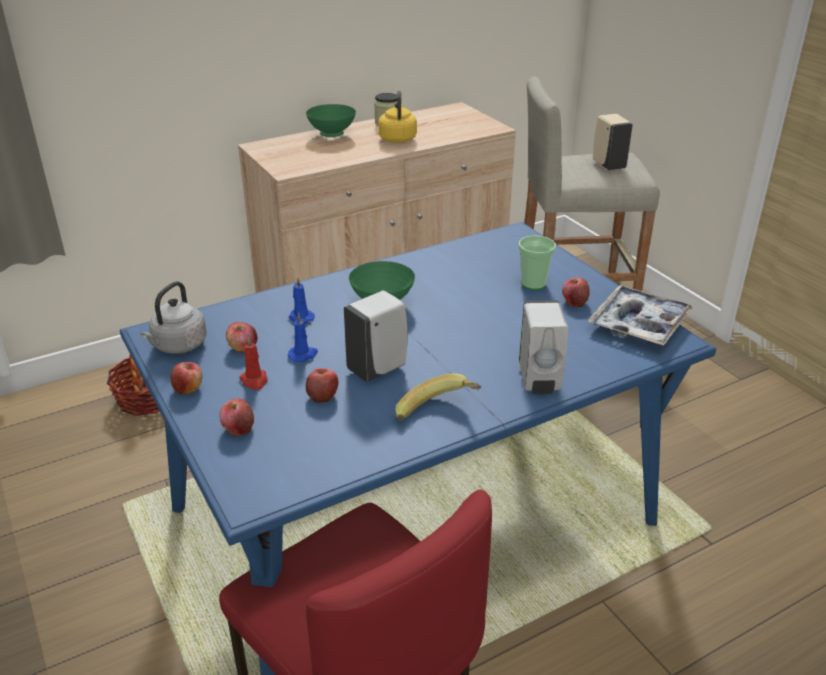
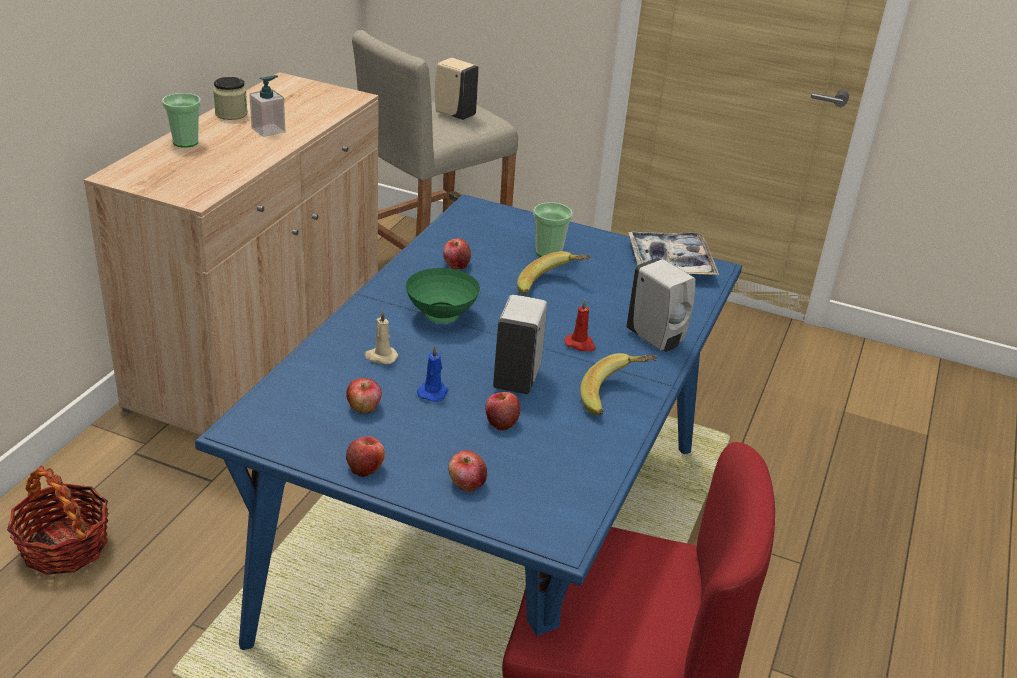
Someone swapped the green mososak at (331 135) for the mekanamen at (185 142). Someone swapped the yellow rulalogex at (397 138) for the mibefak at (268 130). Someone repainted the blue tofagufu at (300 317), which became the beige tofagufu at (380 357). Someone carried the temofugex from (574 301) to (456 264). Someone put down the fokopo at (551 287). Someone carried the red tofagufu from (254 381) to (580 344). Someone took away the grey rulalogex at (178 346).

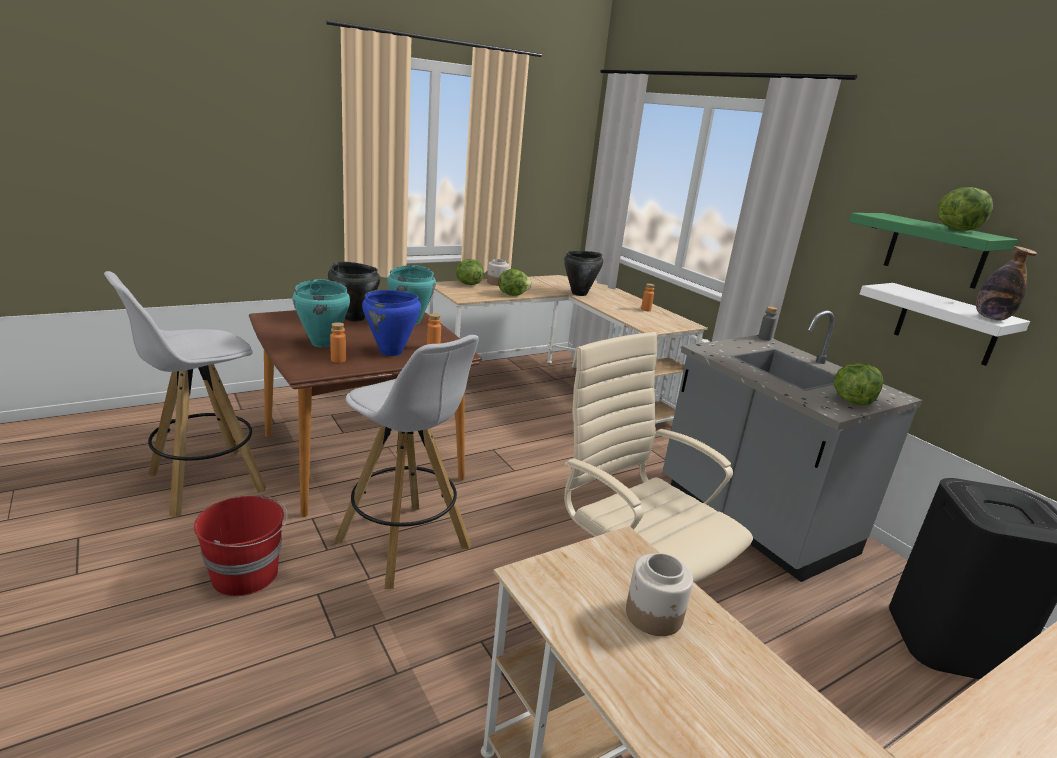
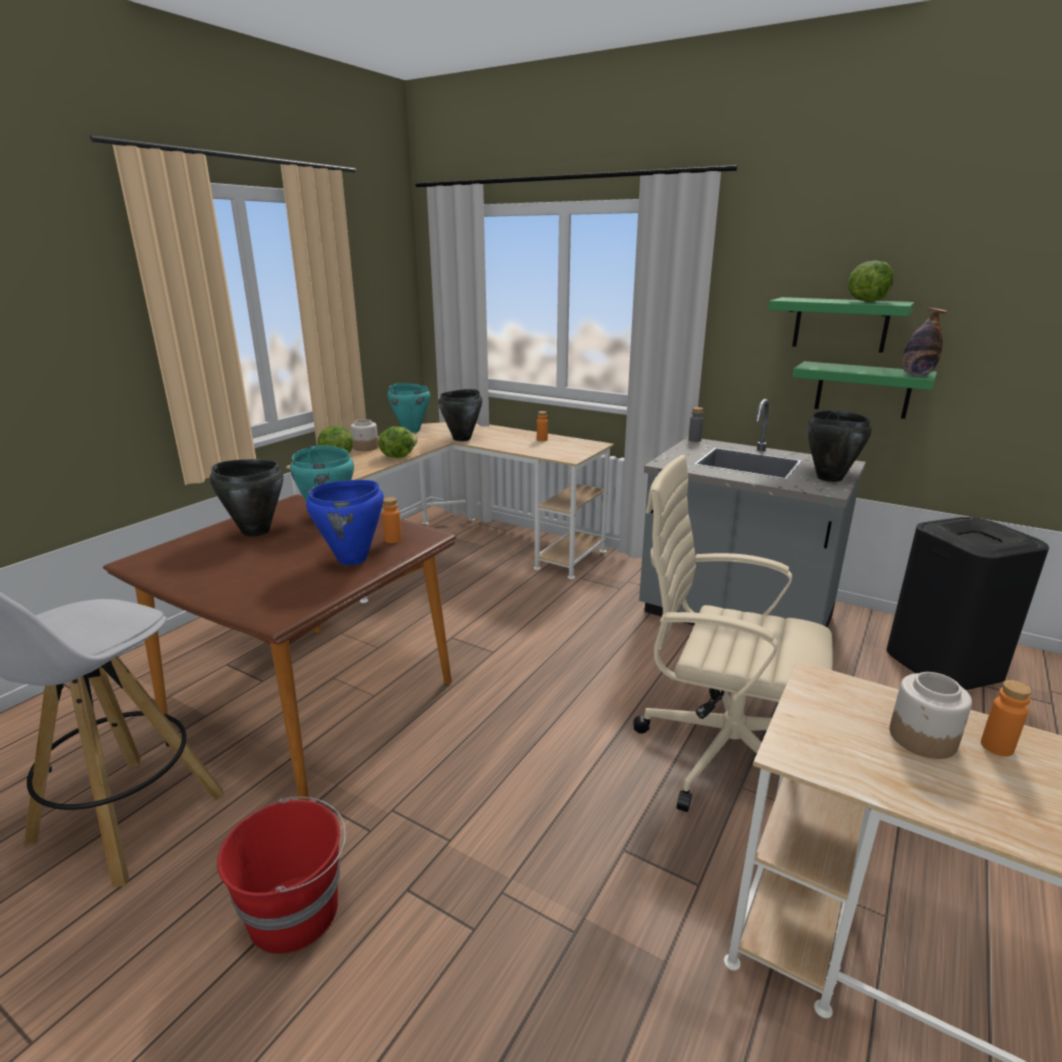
Someone carried the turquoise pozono from (323 343) to (411 430). Someone repainted the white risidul at (947 325), which became the green risidul at (863 390). Someone swapped the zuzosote at (852 401) for the black pozono at (829 478). Someone carried the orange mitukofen from (338 360) to (996 747). Someone took away the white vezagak at (405 545).

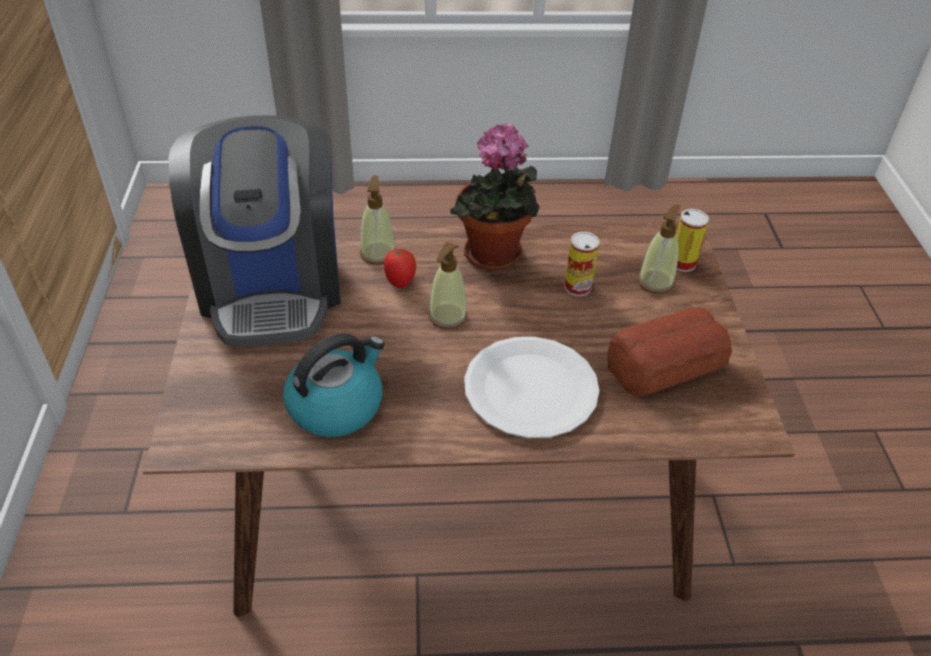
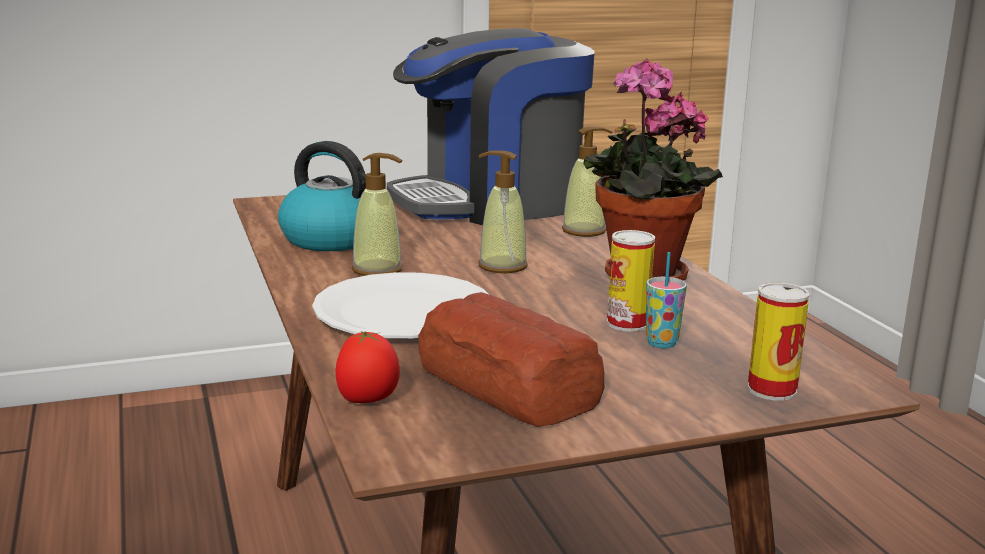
Someone carried the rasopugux from (400 282) to (368 400). Someone carried the mibefak from (655 282) to (377 270). Someone put down the mekanamen at (661 343).

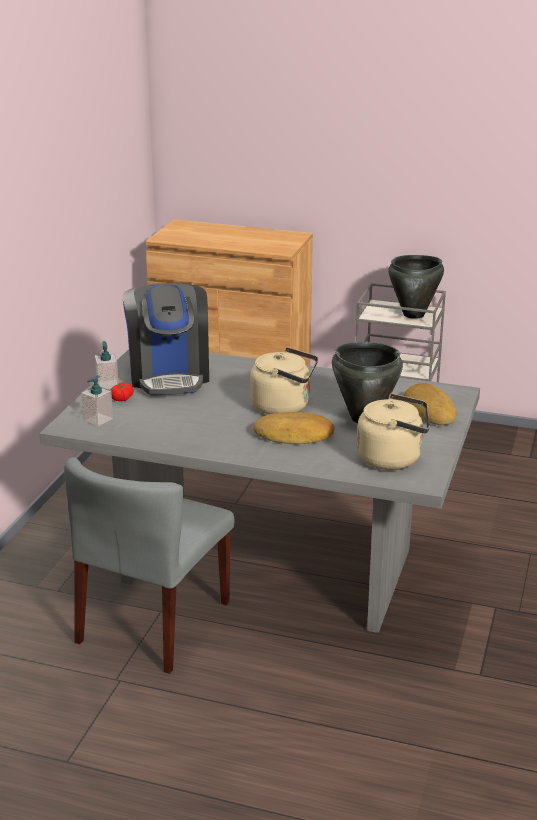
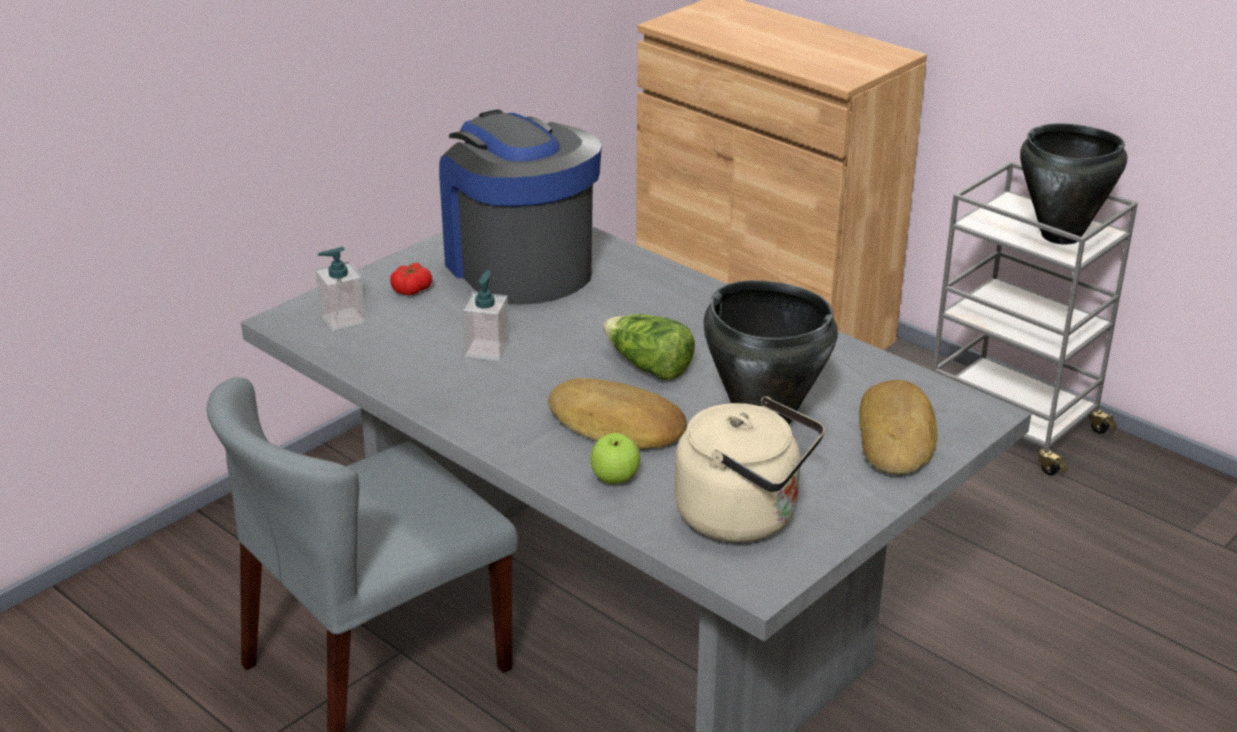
Someone rotated the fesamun at (169 375) by 135 degrees clockwise. Someone carried the mibefak from (107 385) to (487 349). Someone put down the temofugex at (615 479). Someone swapped the beige rulalogex at (284 407) for the zuzosote at (648 367).

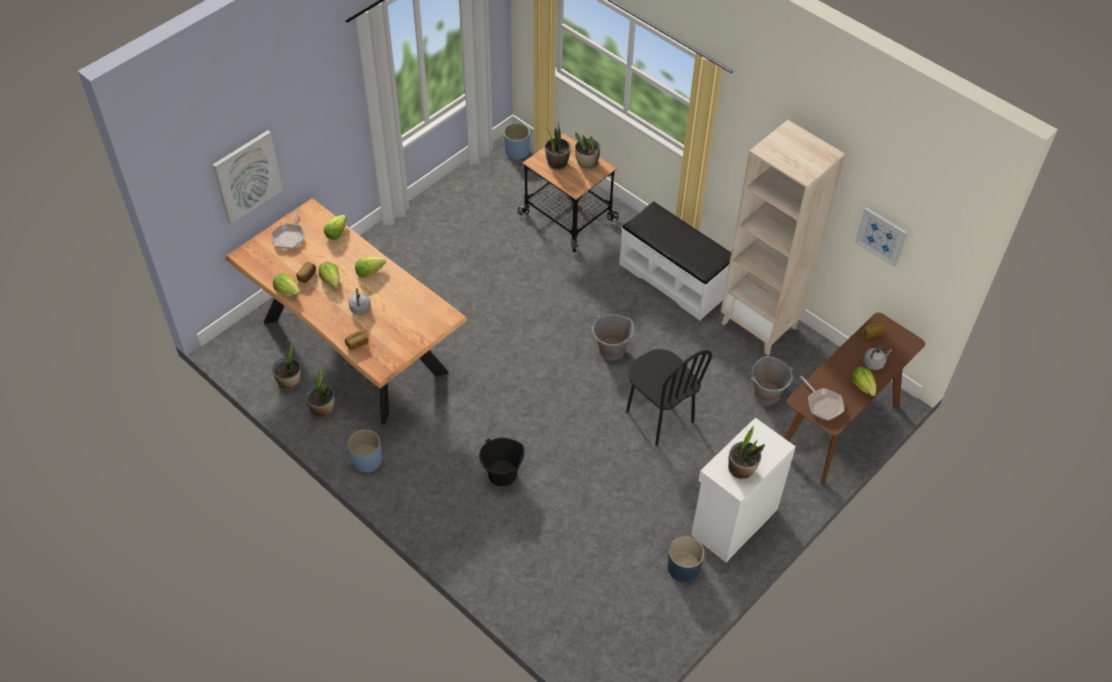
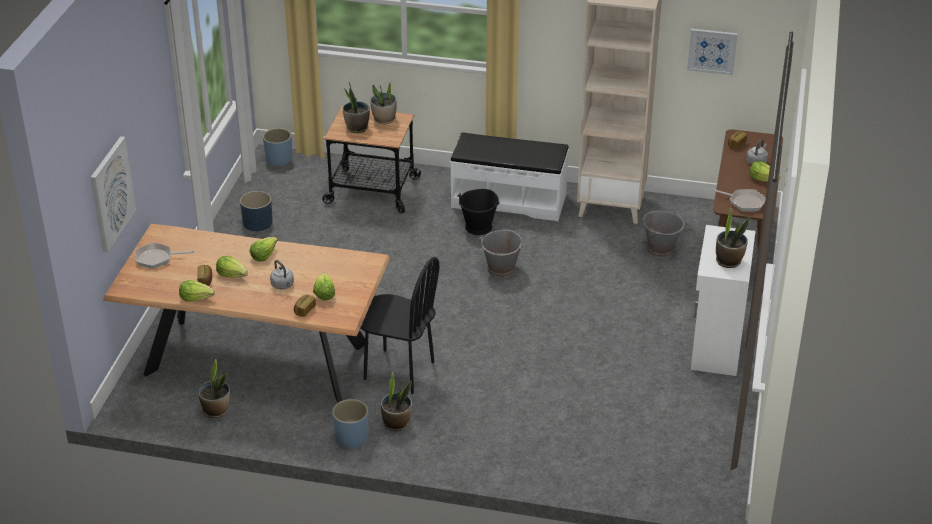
Someone rotated the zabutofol at (289 236) by 105 degrees clockwise. Someone carried the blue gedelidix from (683 566) to (257 222). Someone carried the zuzosote from (336 232) to (324 293). Someone carried the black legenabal from (659 417) to (398 371). Someone carried the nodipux from (322 409) to (396 423). Someone carried the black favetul from (502 474) to (479 227).

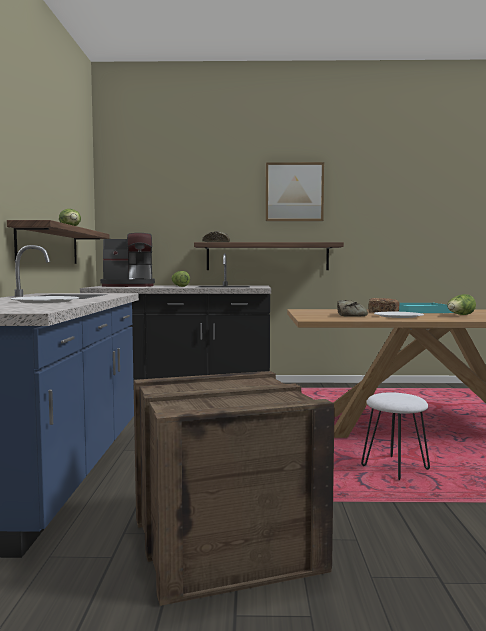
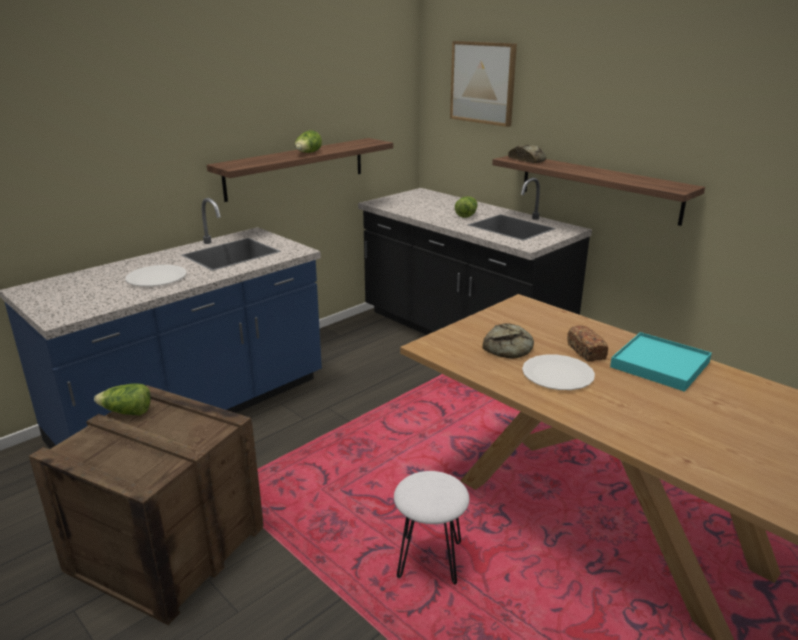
Someone carried the zuzosote from (460 315) to (127 412). Someone carried the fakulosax from (294 192) to (483 83). Someone took away the fesamun at (128 286).

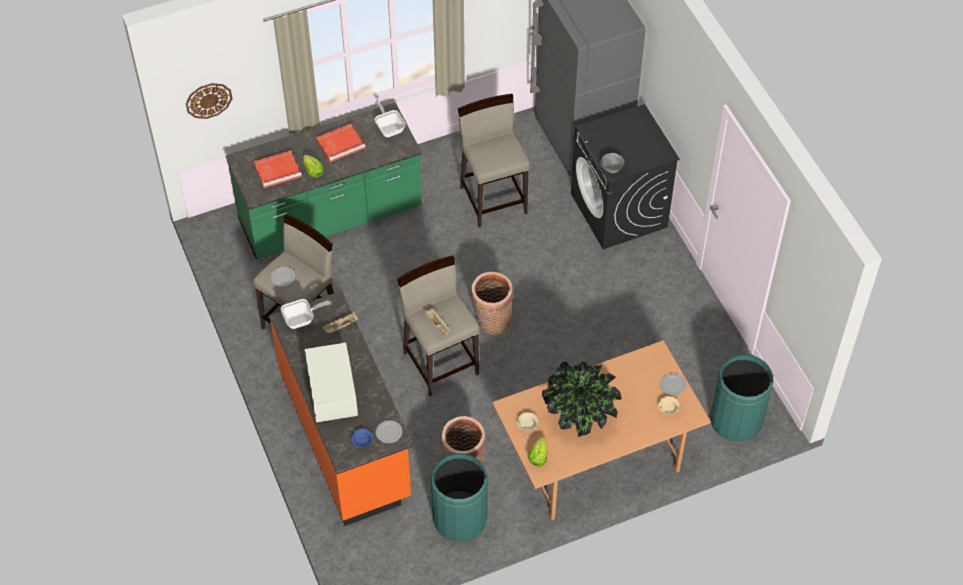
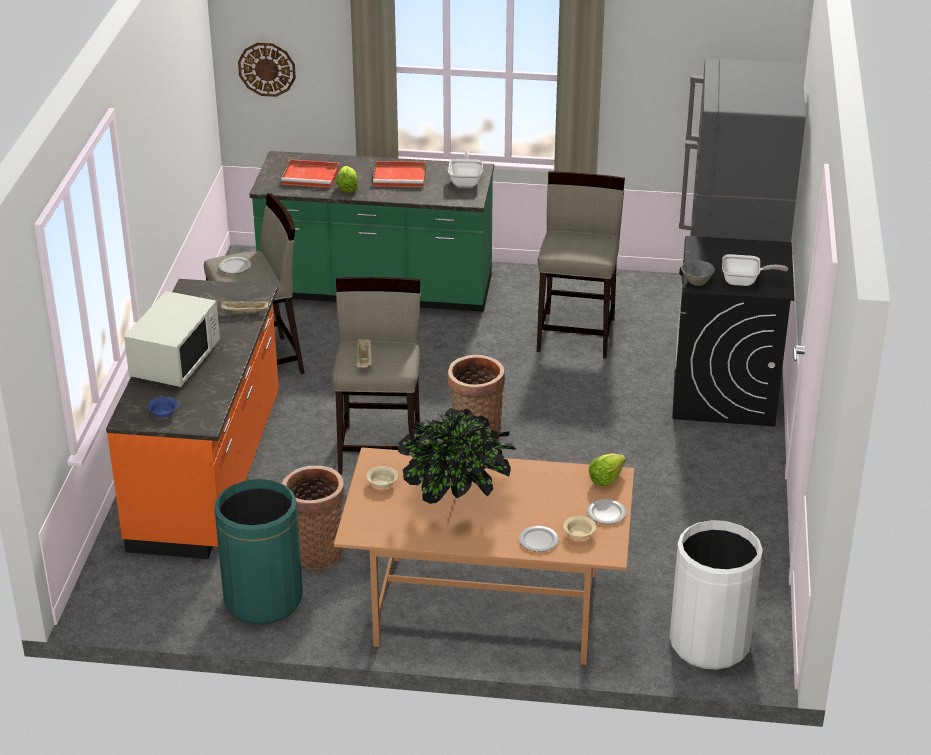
Someone carried the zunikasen from (389 432) to (539 541). Someone carried the zuzosote from (538 457) to (606 479). Someone repainted the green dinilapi at (735 420), which became the white dinilapi at (709 643). Someone carried the zabutofol from (302 320) to (744 281).

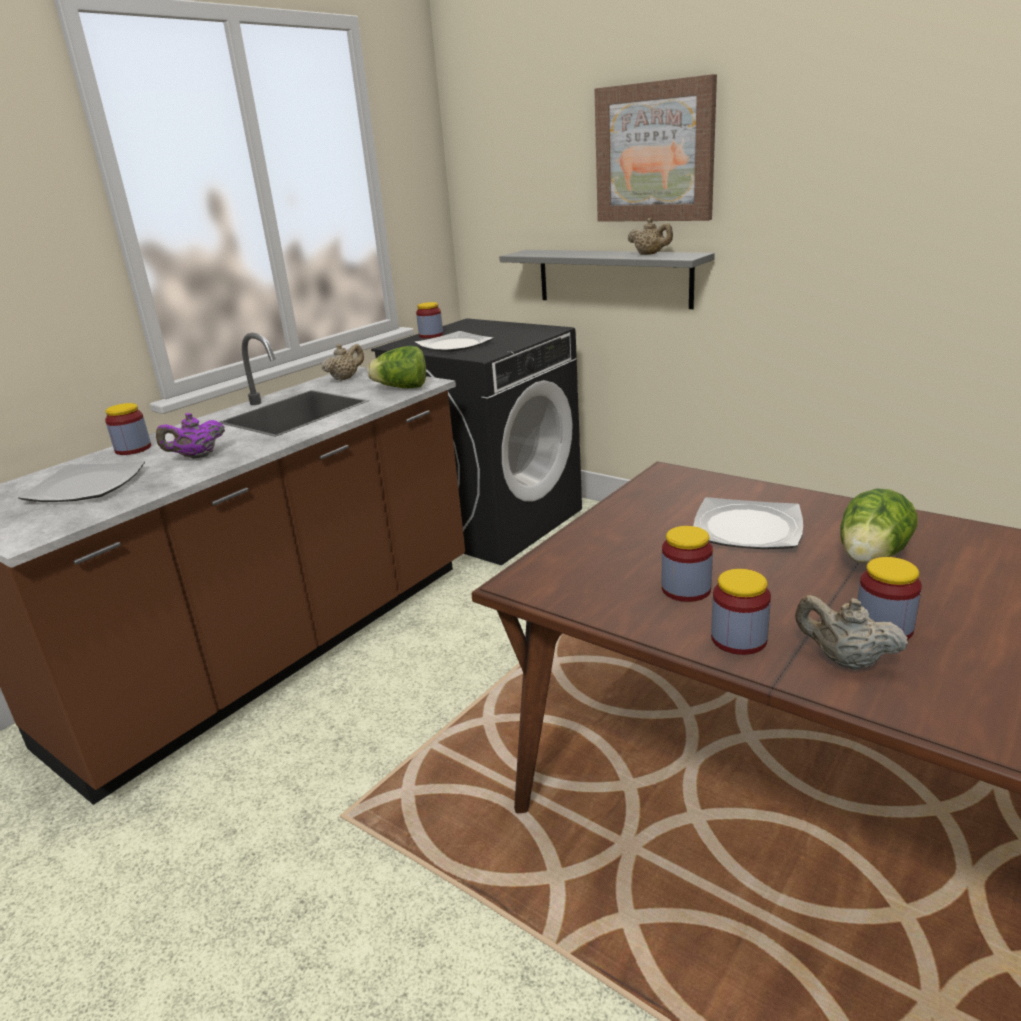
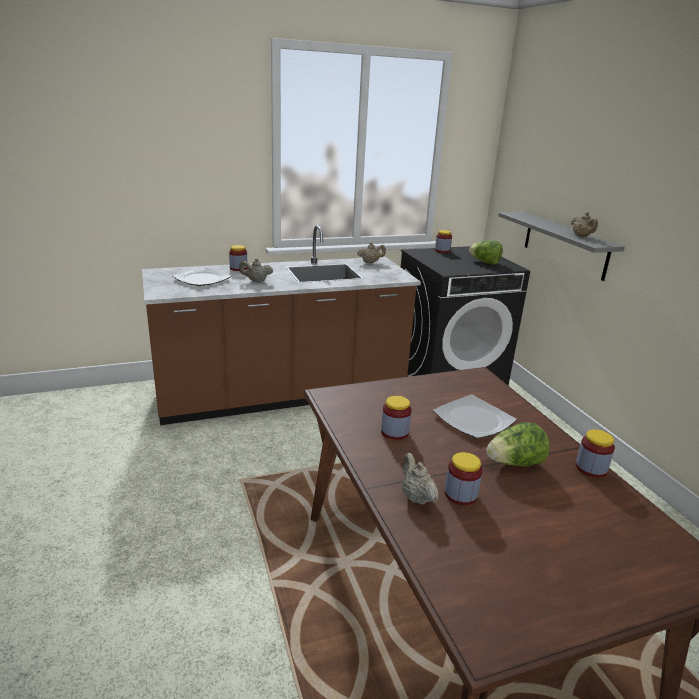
Someone repainted the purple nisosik at (197 456), which became the beige nisosik at (256 281). Someone carried the zuzosote from (402 388) to (485 262). Someone carried the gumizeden from (738 639) to (591 468). Someone took away the zunikasen at (454 345). Someone took away the fakulosax at (655 153).

